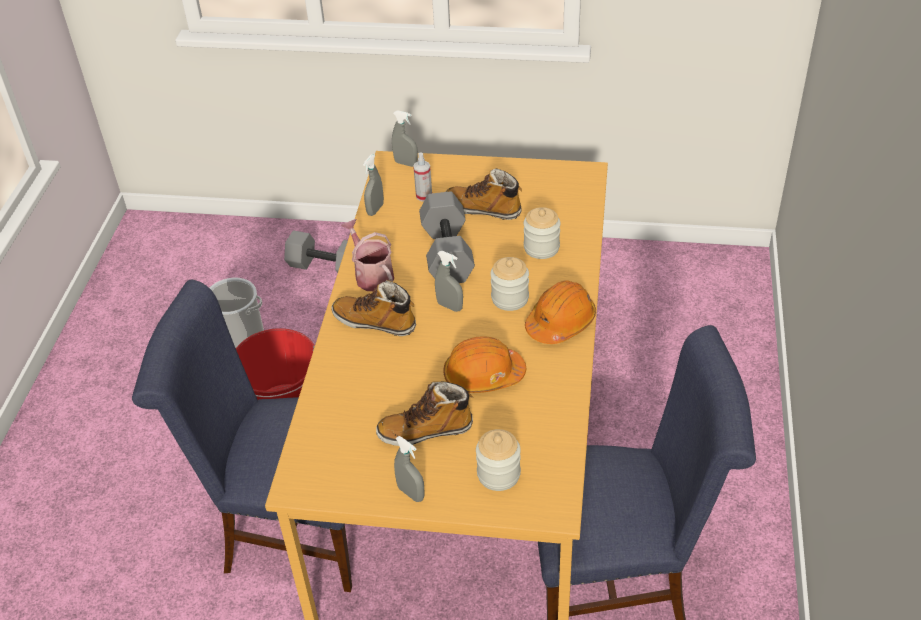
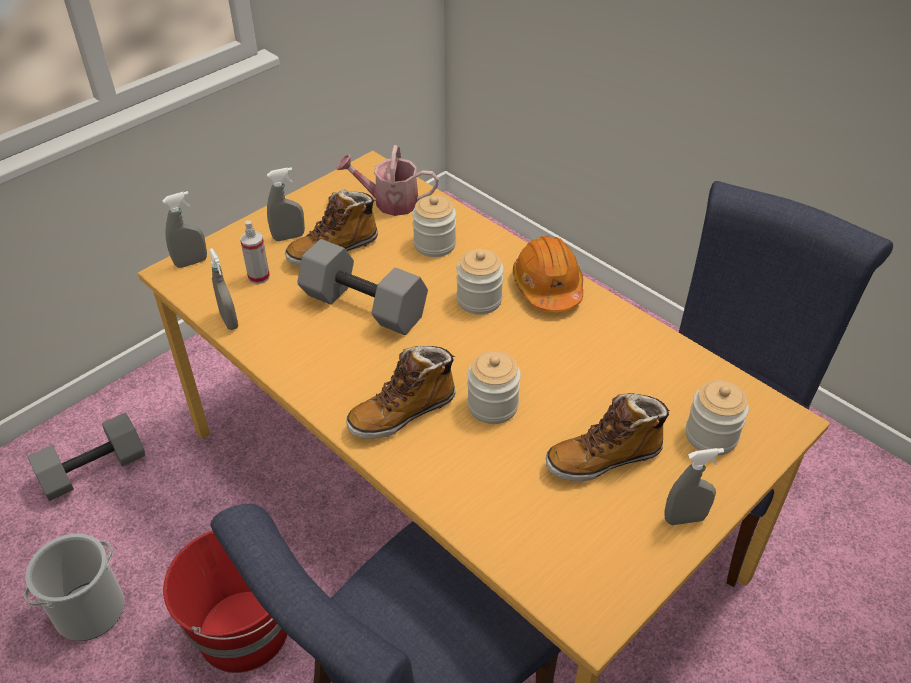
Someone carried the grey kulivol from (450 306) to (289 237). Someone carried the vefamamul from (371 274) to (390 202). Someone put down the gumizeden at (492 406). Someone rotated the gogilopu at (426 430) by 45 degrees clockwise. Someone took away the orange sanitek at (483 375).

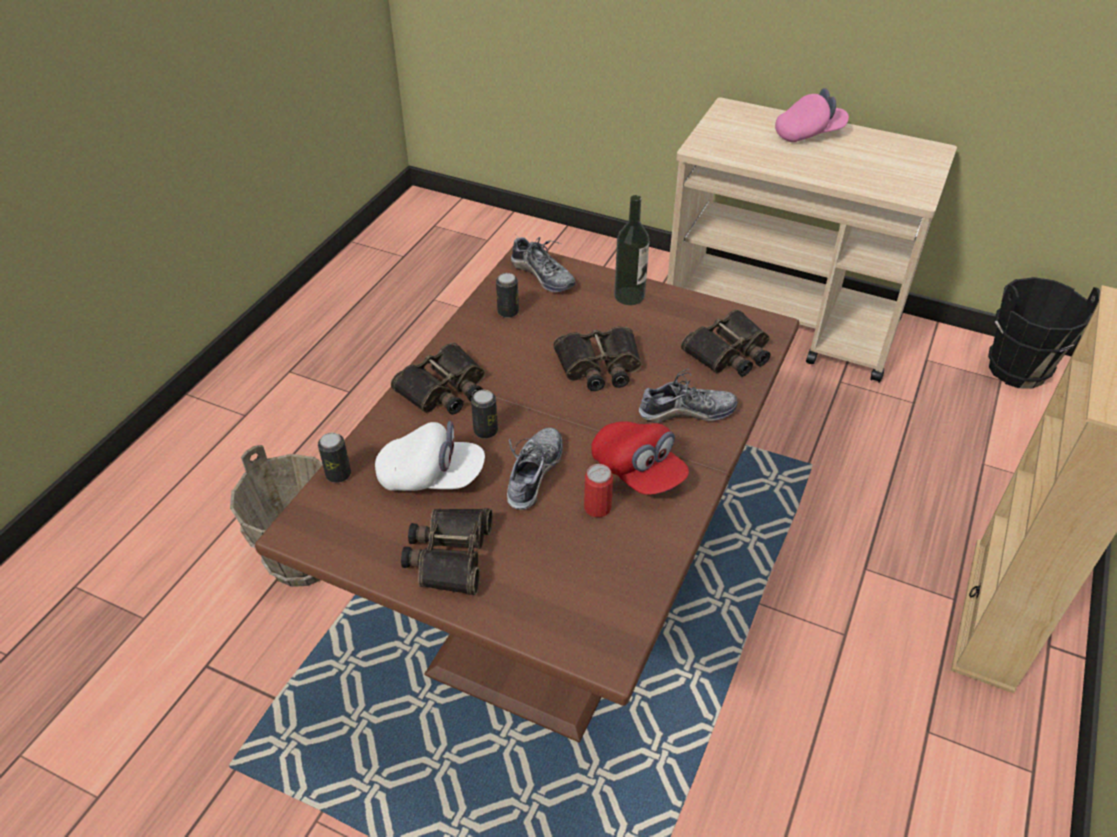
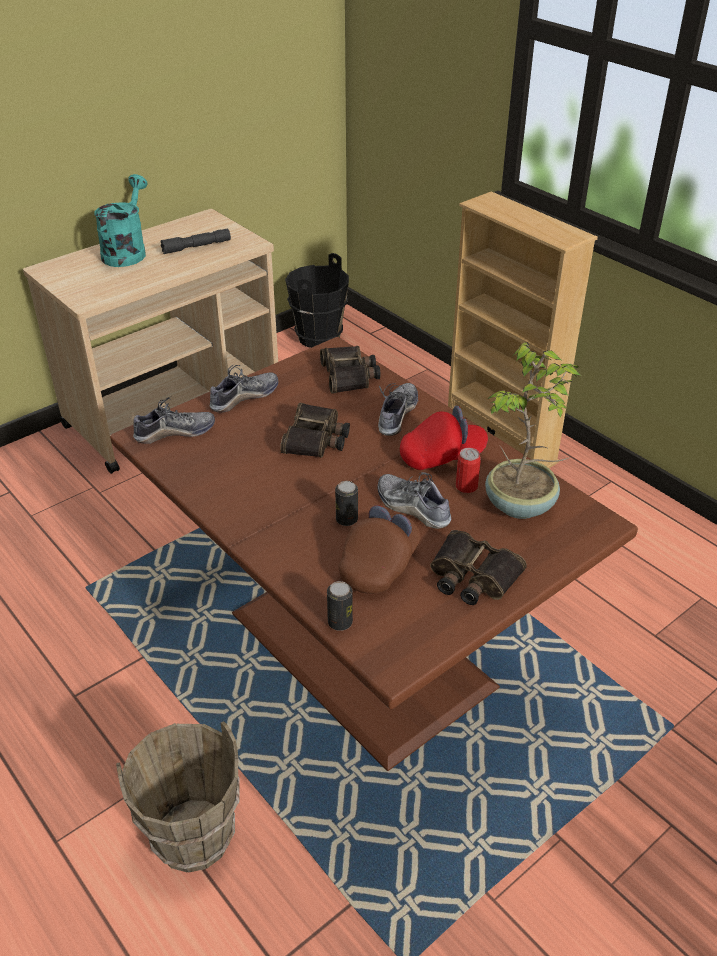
Someone swapped the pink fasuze at (809 133) for the turquoise vefamamul at (127 251). Someone put down the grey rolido at (196 247). Someone swapped the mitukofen at (629 296) for the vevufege at (244 397). Someone repainted the white fasuze at (431 476), which became the brown fasuze at (379 564). Someone put down the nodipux at (521 506). Someone took away the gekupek at (444 389). Someone took away the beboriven at (508 312).

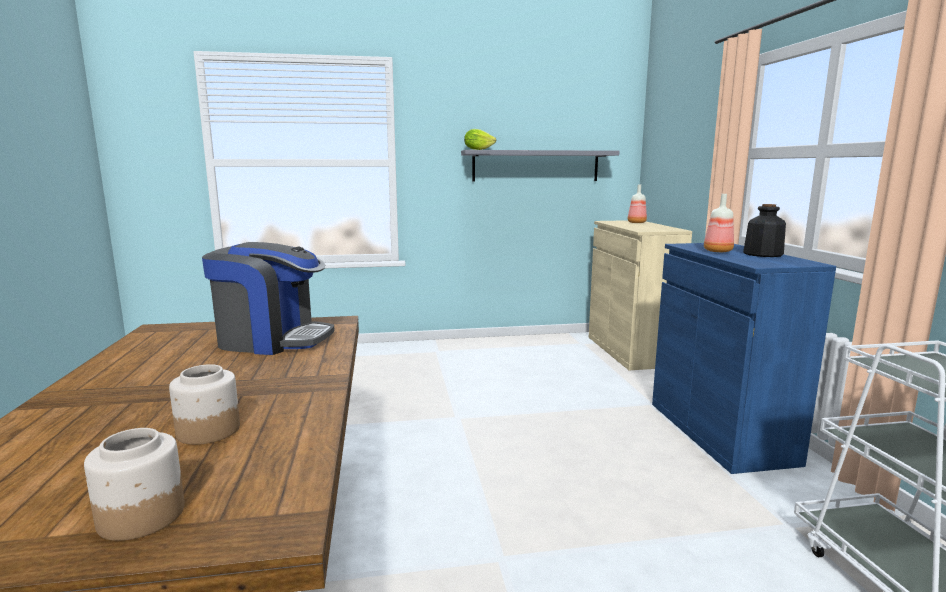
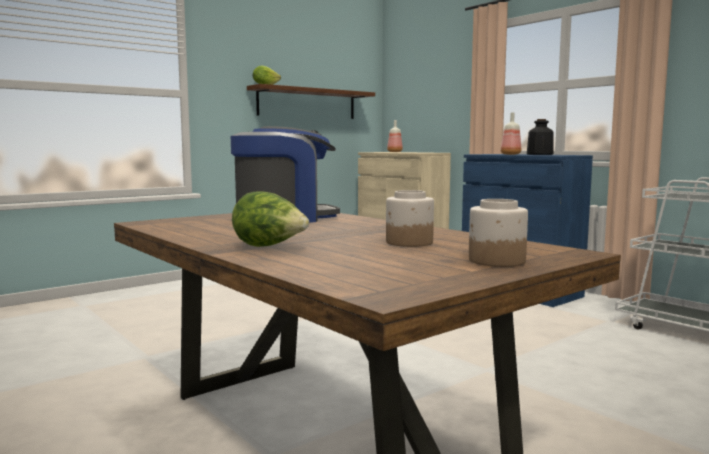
Someone put down the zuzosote at (270 247). Someone repainted the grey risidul at (535 166), which became the brown risidul at (307 103).

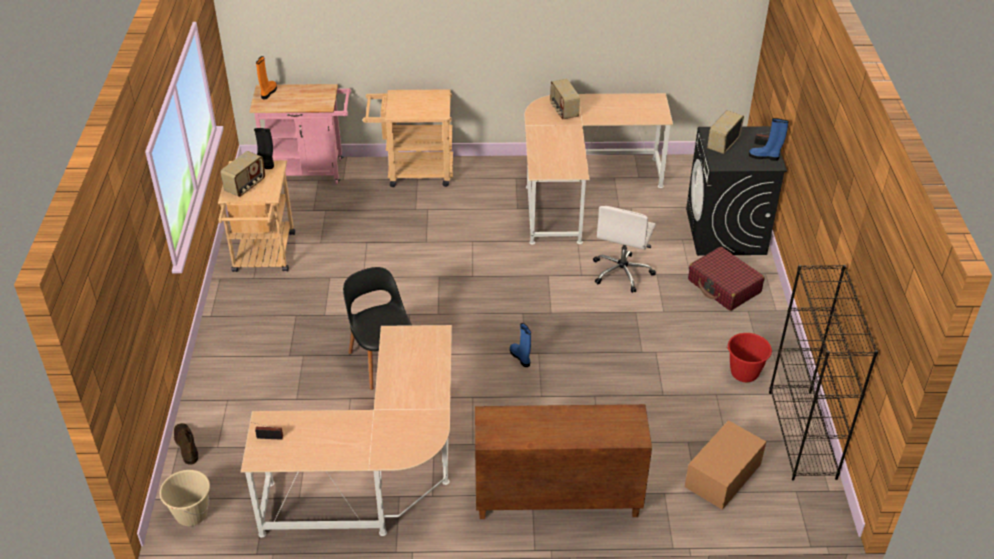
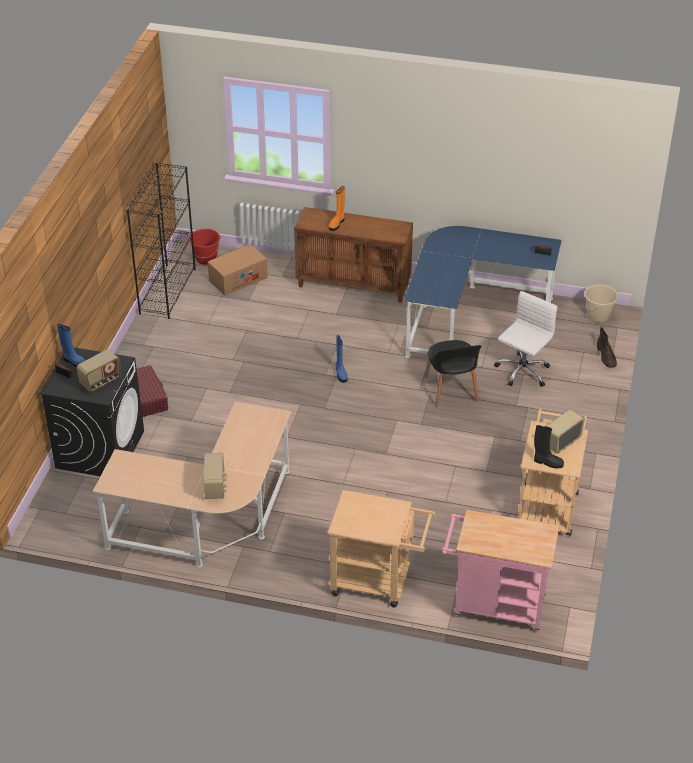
Someone carried the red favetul from (744 373) to (206 259). Someone carried the orange gogilopu from (268 92) to (337 224). Someone repainted the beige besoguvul at (379 477), which became the blue besoguvul at (469 316). Someone carried the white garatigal from (622 272) to (522 372).

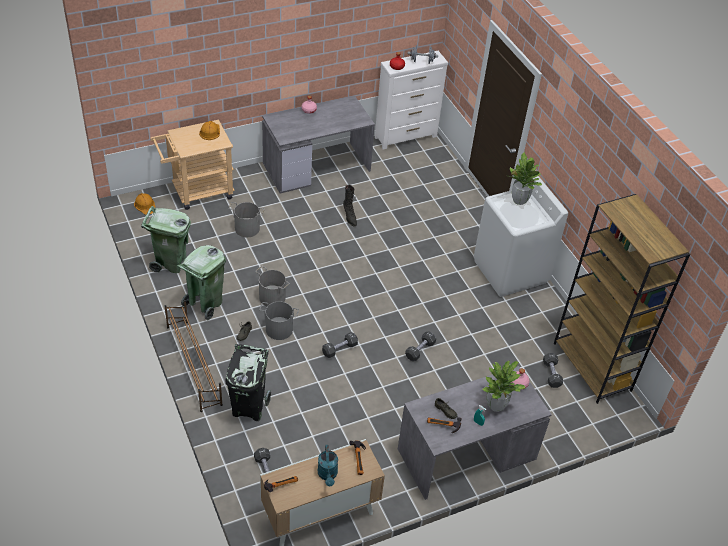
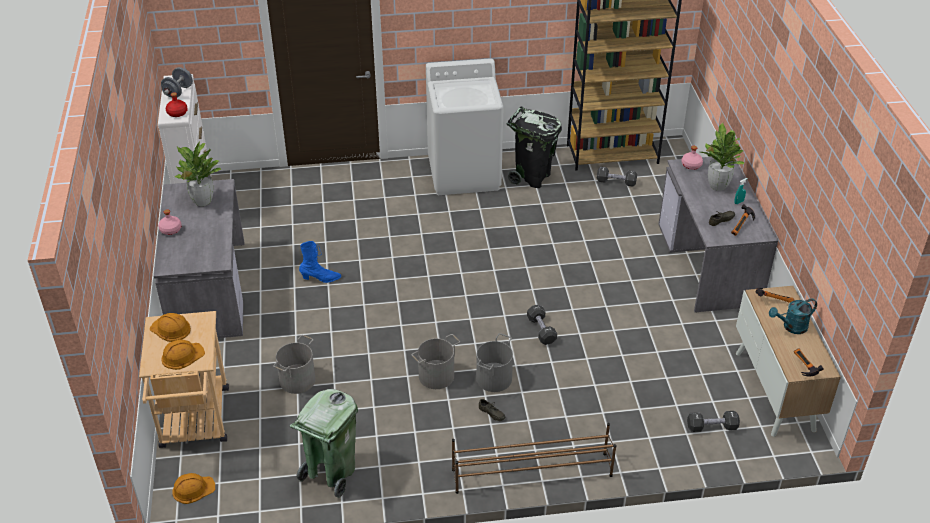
Someone put down the orange sanitek at (182 356). Someone carried the nodipux from (519 200) to (202 201). Someone repainted the black gogilopu at (349 217), which became the blue gogilopu at (321 278). Someone carried the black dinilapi from (249 407) to (532 177). Someone rotated the turquoise vefamamul at (328 475) by 150 degrees clockwise. Someone took away the green dinilapi at (205 303). Someone took away the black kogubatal at (420 350).

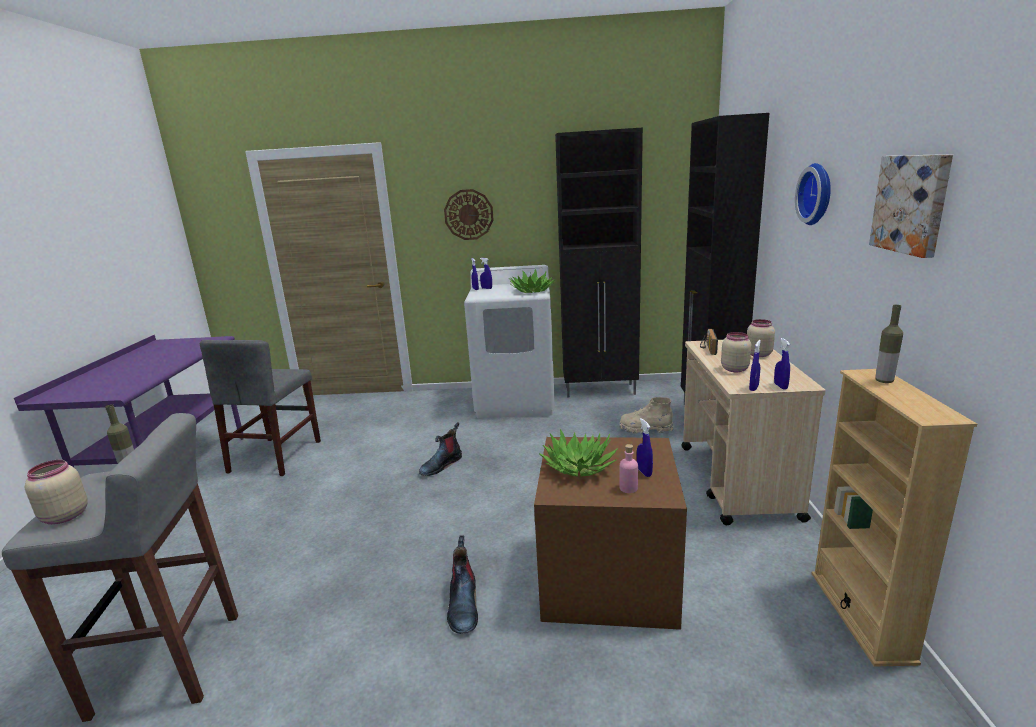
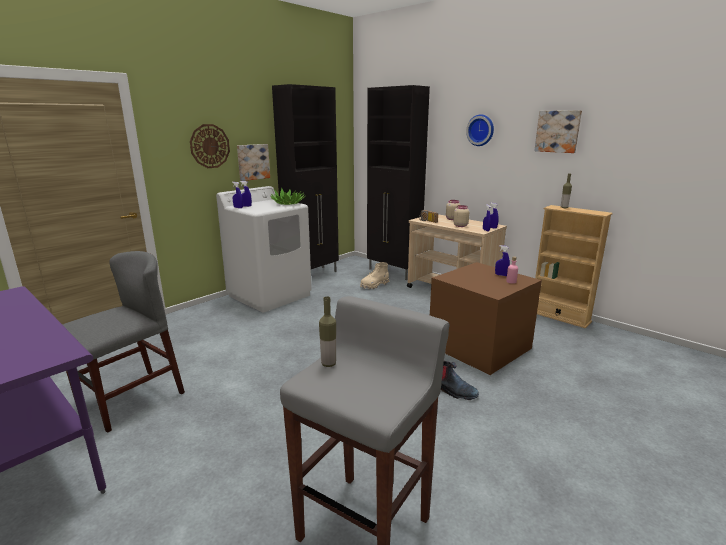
Someone rotated the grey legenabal at (275 456) by 105 degrees counterclockwise. Someone put up the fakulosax at (253 162). Someone took away the beige gumizeden at (64 517). Someone took away the gogilopu at (441 465). Someone took away the nodipux at (579 466).

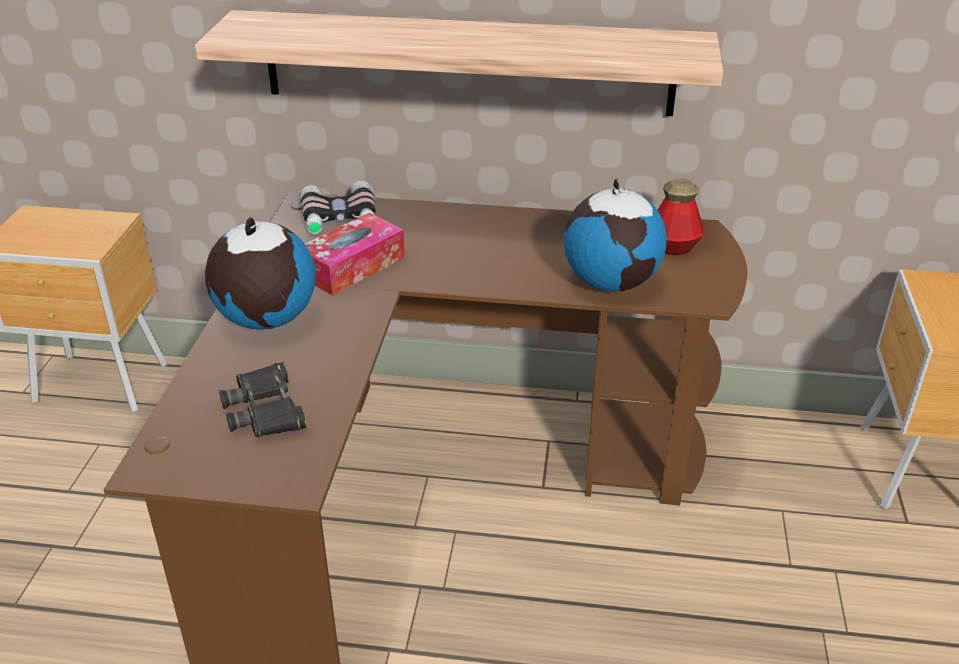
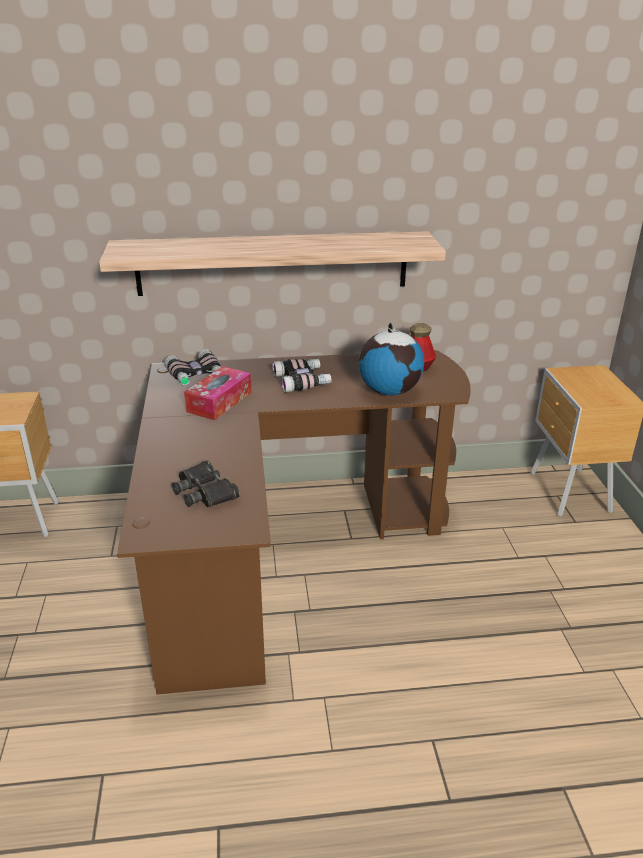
Someone put down the gekupek at (302 380). Someone took away the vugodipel at (266 320).

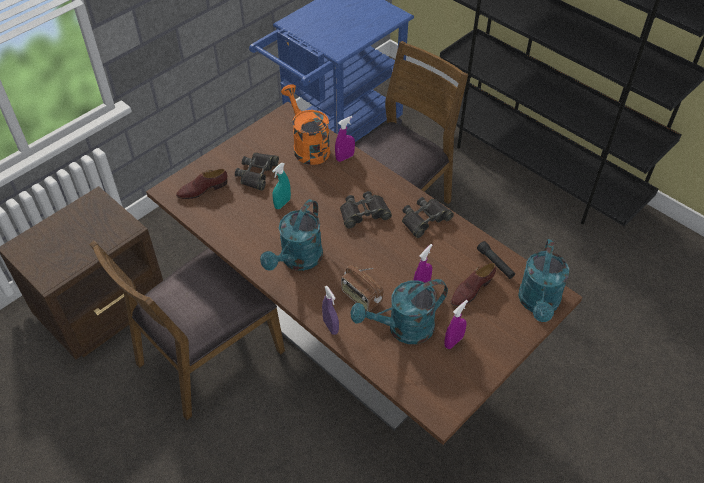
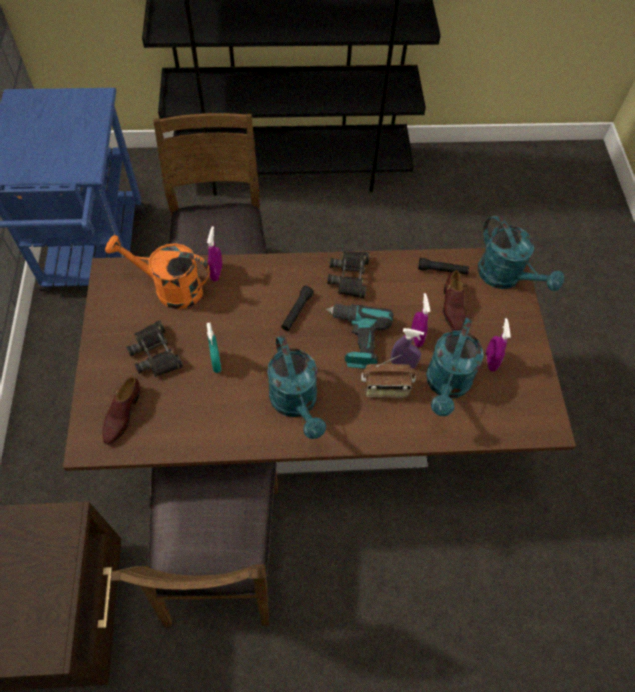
Someone swapped the black gekupek at (364 213) for the black rolido at (296 312). Someone put down the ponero at (357 339). Someone carried the purple kulivol from (330 326) to (403 364).

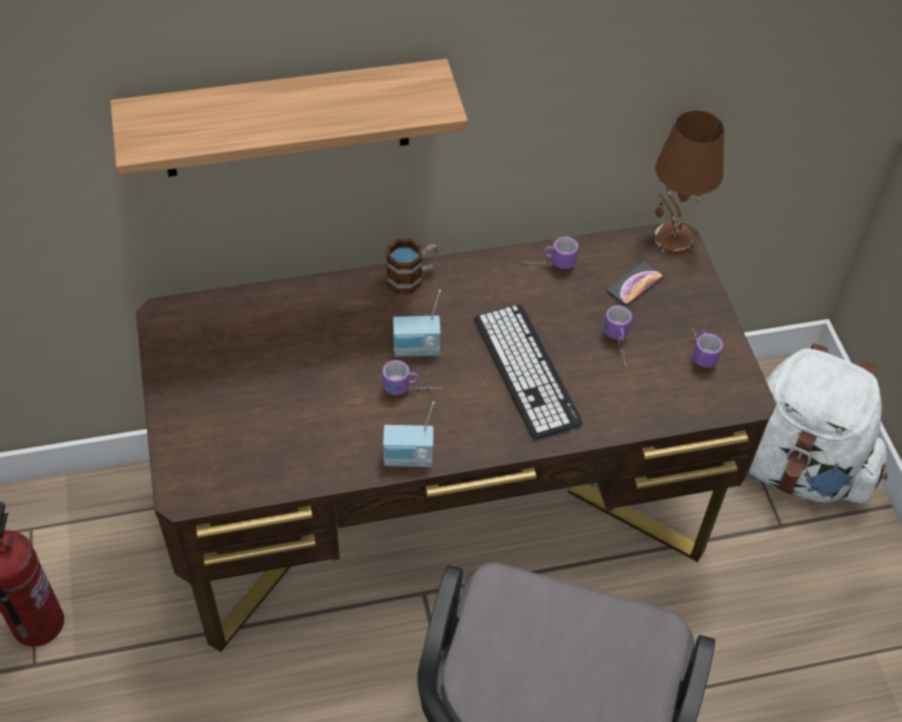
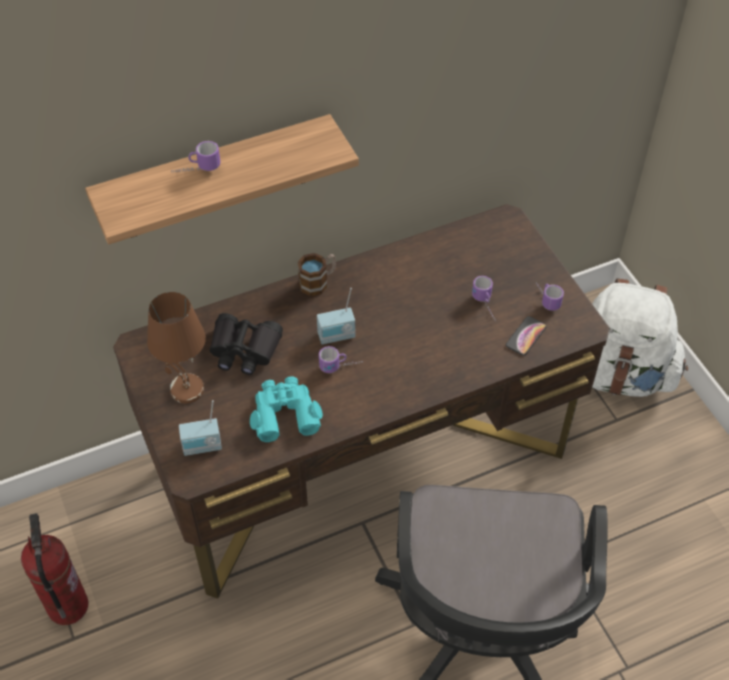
Someone carried the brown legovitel from (671 240) to (186 390). Someone carried the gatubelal from (548 264) to (196 170). Someone carried the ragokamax from (408 460) to (202 447). Someone put down the black gekupek at (244 350). Someone put down the turquoise gekupek at (284 413). Someone carried the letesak from (635 284) to (526 336). Someone took away the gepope at (526 371).

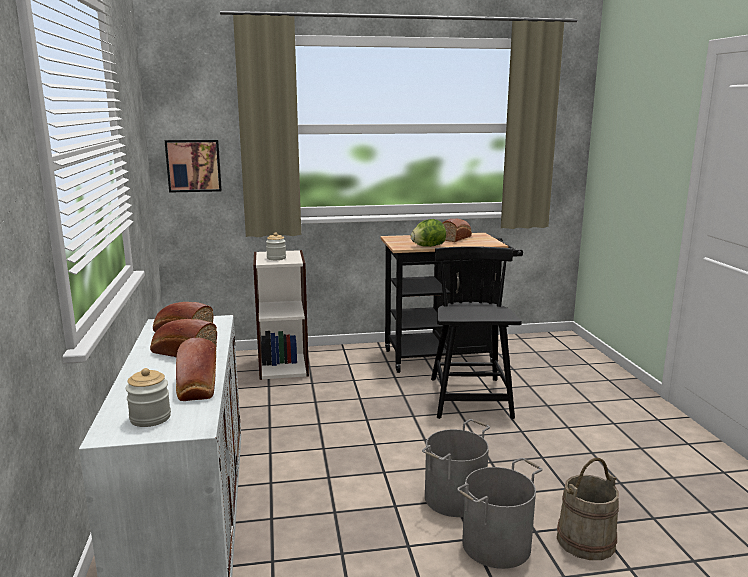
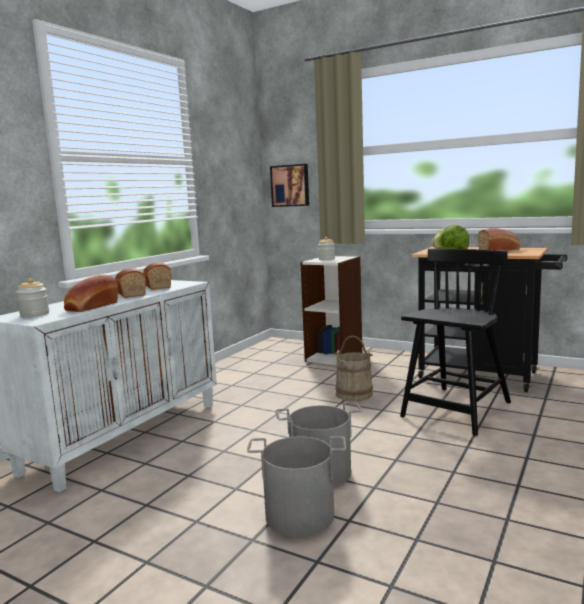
Someone carried the beige favetul from (586 541) to (354 394).

